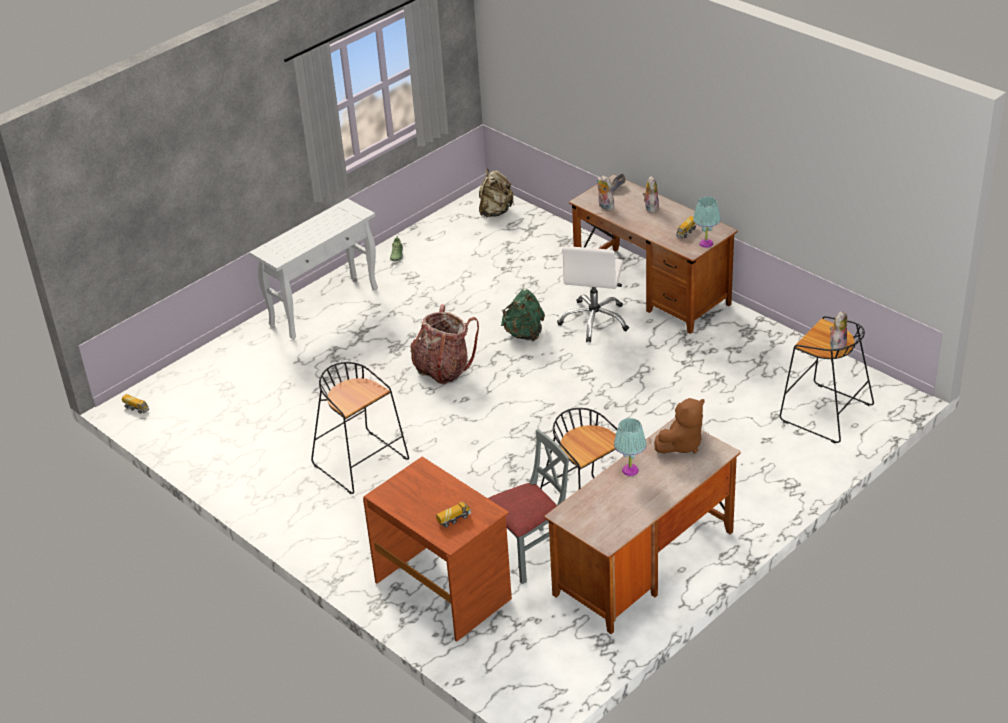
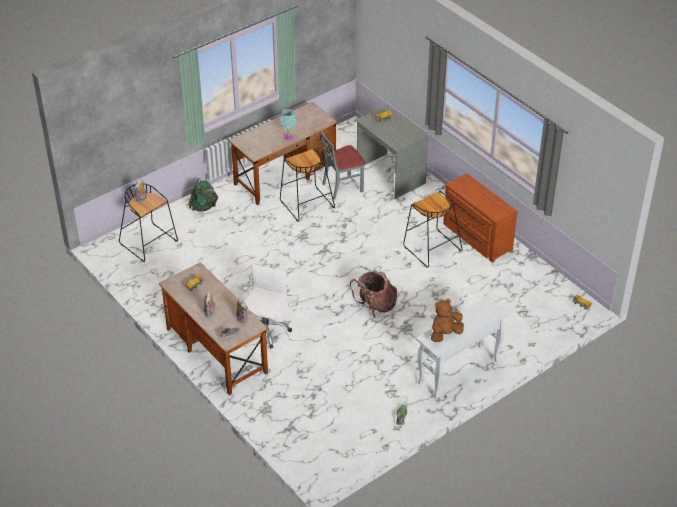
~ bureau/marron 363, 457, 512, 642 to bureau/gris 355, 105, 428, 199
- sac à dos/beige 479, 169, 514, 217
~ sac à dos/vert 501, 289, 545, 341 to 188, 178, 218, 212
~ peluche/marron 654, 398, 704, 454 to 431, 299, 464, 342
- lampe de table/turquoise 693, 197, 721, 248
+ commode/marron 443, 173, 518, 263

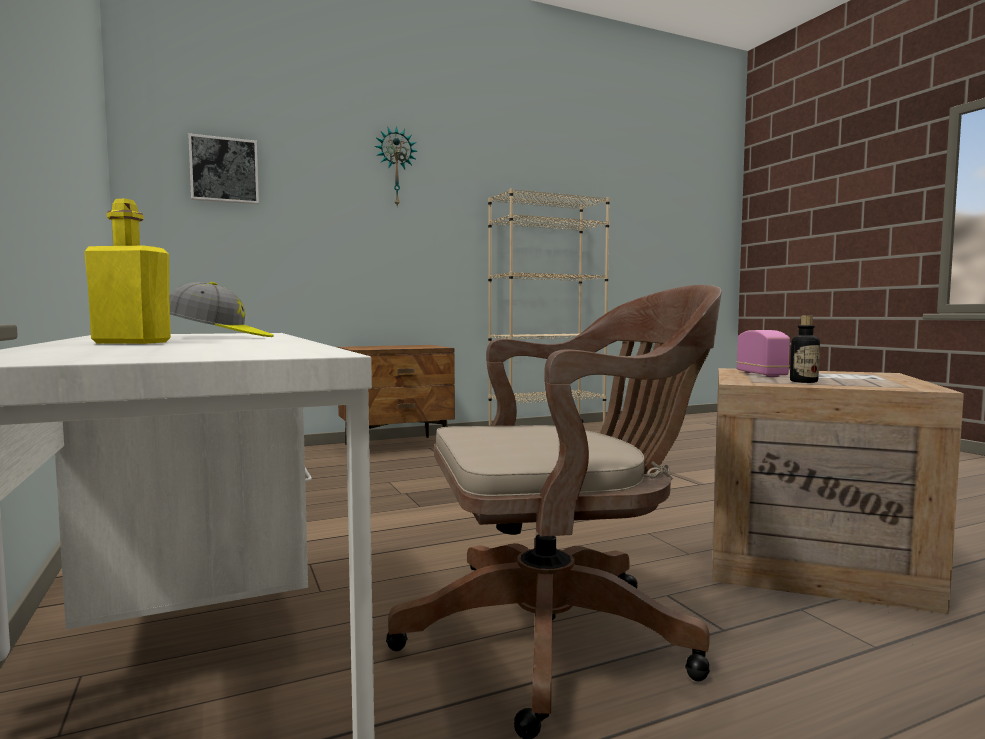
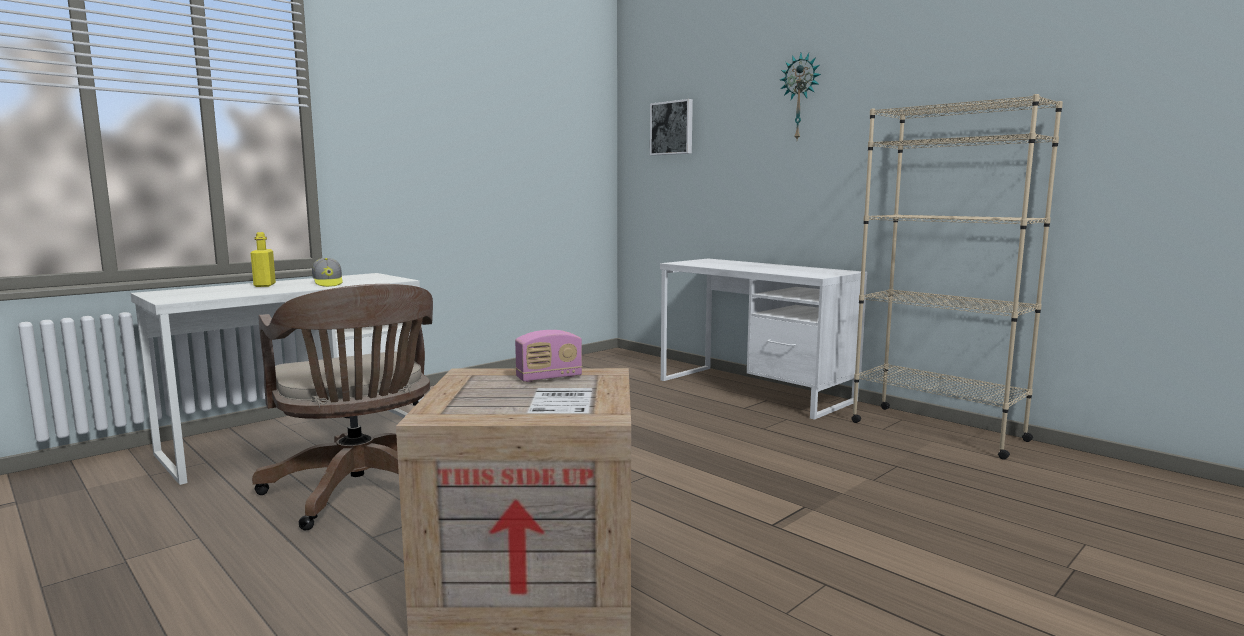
~ table de chevet/marron 337, 345, 455, 445 to bureau/blanc 660, 259, 867, 420
- bouteille 790, 316, 820, 383

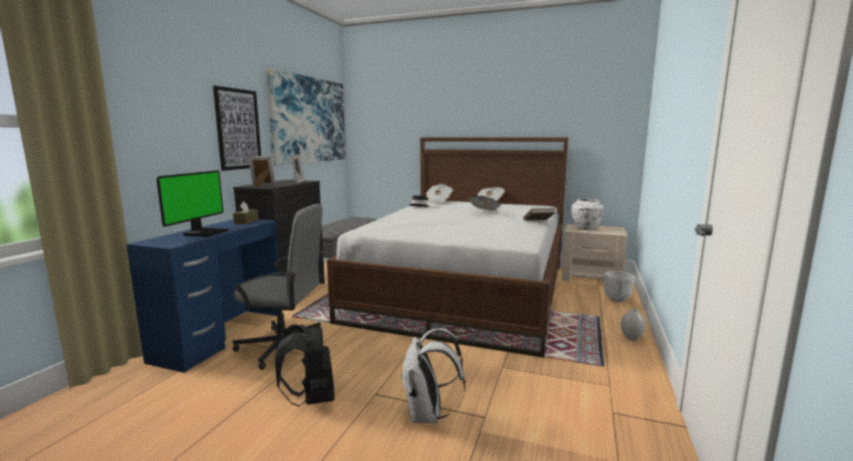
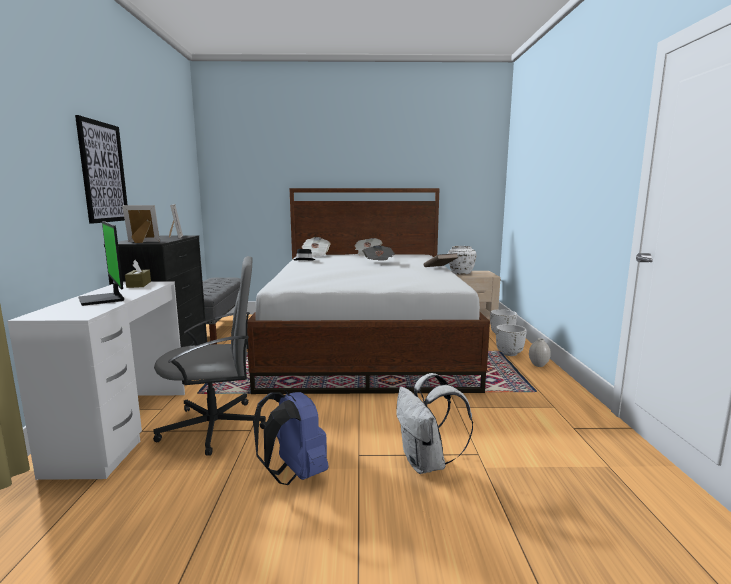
~ bureau/bleu 126, 219, 279, 373 to bureau/blanc 7, 281, 185, 480
~ écran d'ordinateur 156, 170, 228, 237 = 78, 221, 124, 306 150 degrees clockwise
- tableau 265, 68, 346, 165
~ sac à dos/noir 274, 324, 335, 406 to sac à dos/bleu 253, 391, 329, 485
+ cache-pot/blanc 496, 324, 527, 356

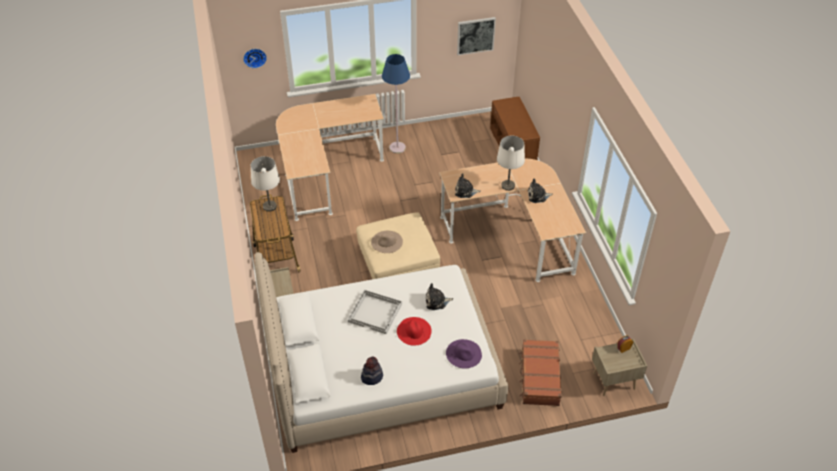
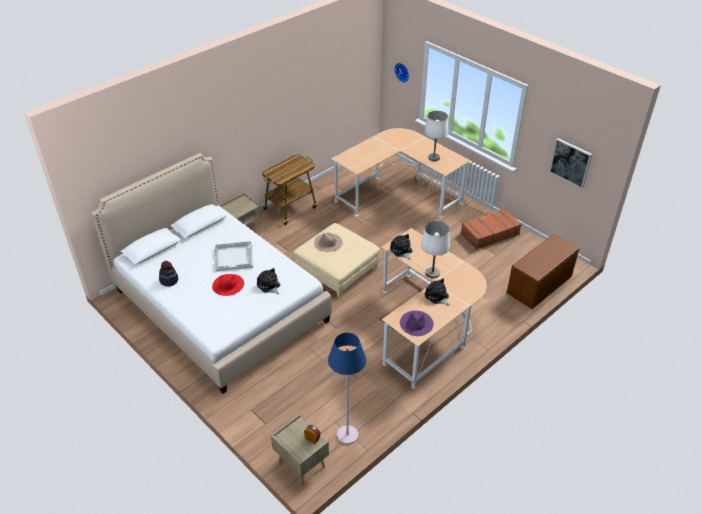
~ lampe de table/blanc 251, 156, 280, 212 to 424, 111, 448, 161
~ lampadaire/bleu 382, 54, 410, 154 to 328, 333, 366, 445
~ chapeau/violet 446, 339, 482, 368 to 400, 311, 434, 336
~ valise/marron 519, 339, 562, 406 to 461, 209, 522, 250

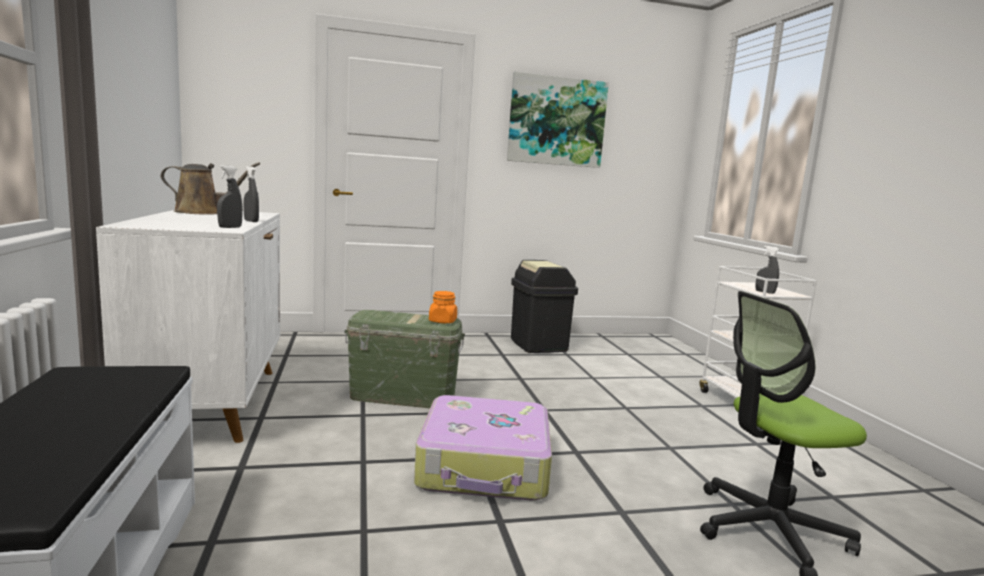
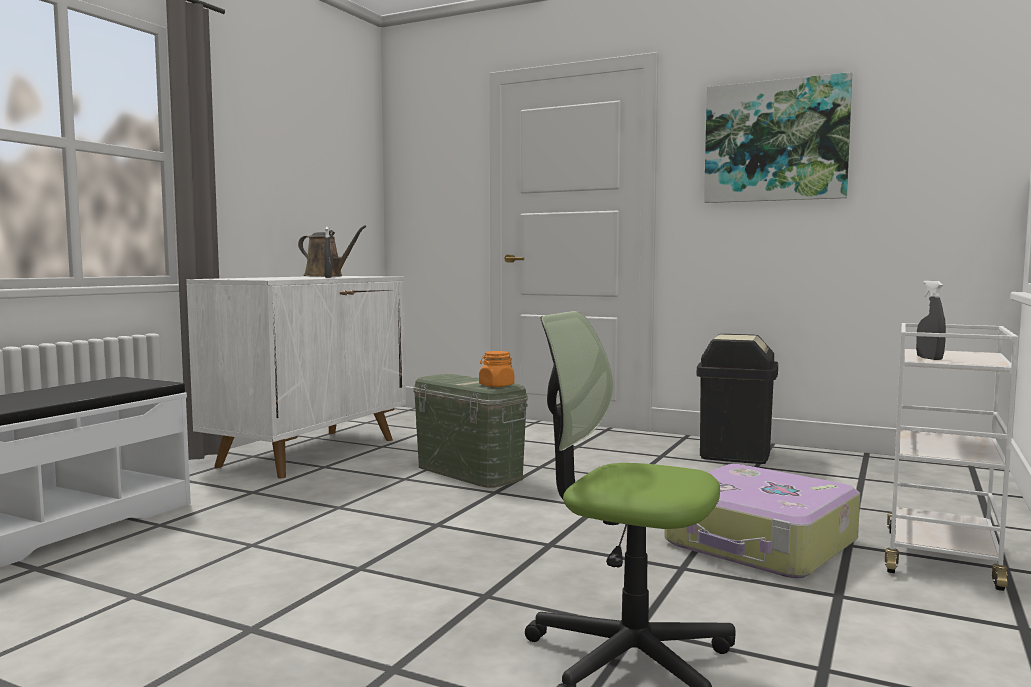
- vaporisateur/gris 217, 165, 243, 228
~ valise 414, 395, 552, 501 to 664, 464, 860, 578

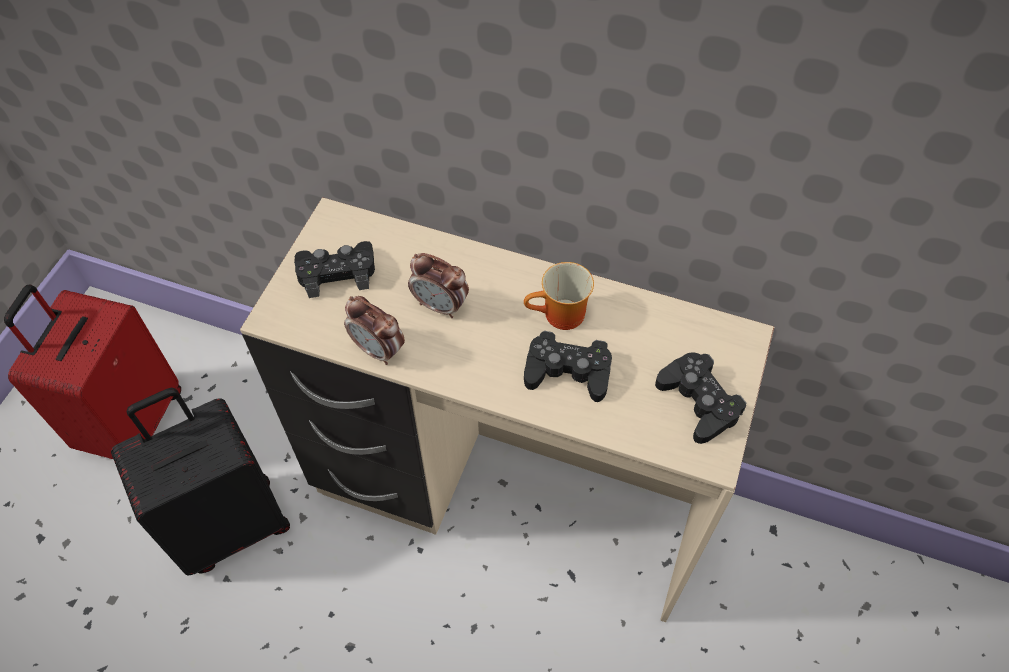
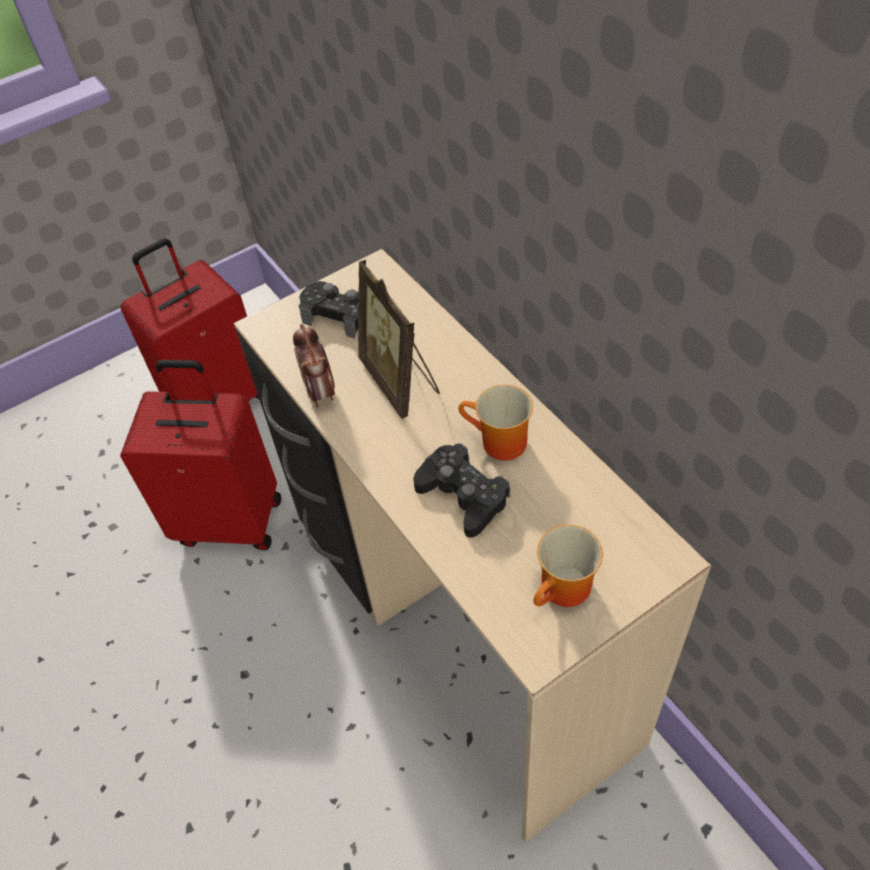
~ valise/noir 111, 387, 290, 575 to valise/rouge 120, 360, 281, 550
~ réveil 408, 253, 469, 318 to cadre photo 358, 260, 440, 419
~ manette/noir 655, 352, 746, 444 to mug 533, 525, 603, 607

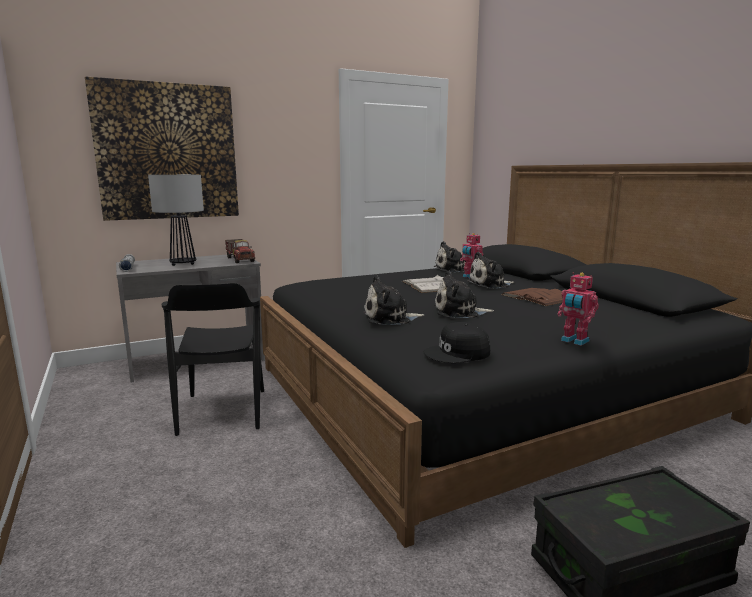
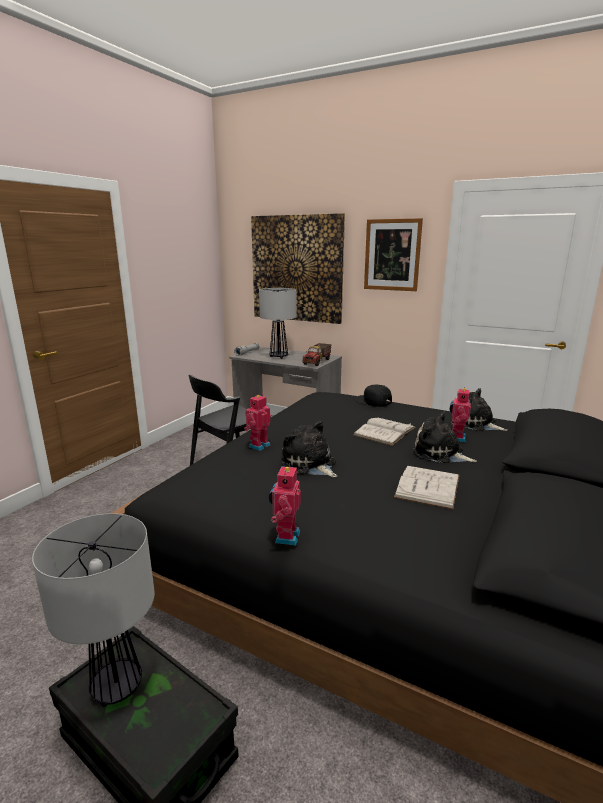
~ peluche 363, 275, 424, 325 to robot jouet 244, 394, 271, 451
~ casquette/noir 424, 322, 490, 363 to 355, 385, 392, 407
~ livre/marron 501, 288, 563, 306 to livre/blanc 394, 466, 459, 509
+ lampe de table 32, 513, 155, 707
+ tableau 364, 218, 423, 291

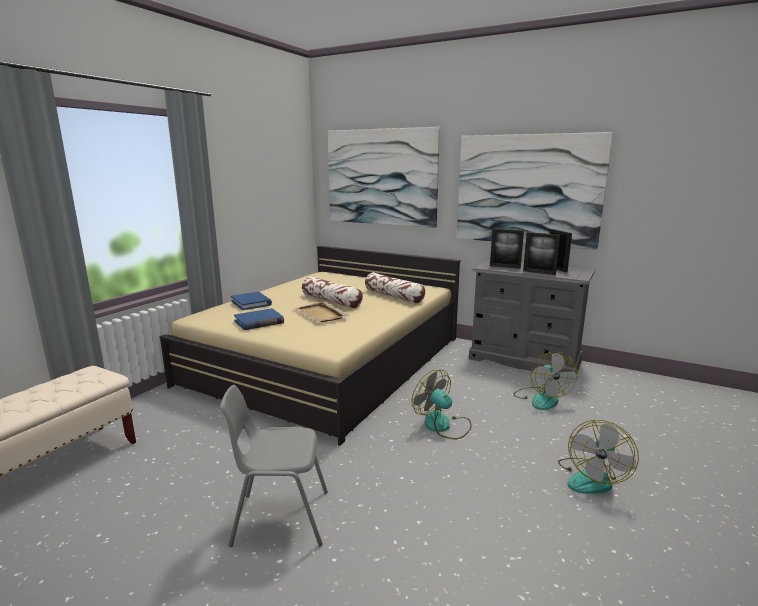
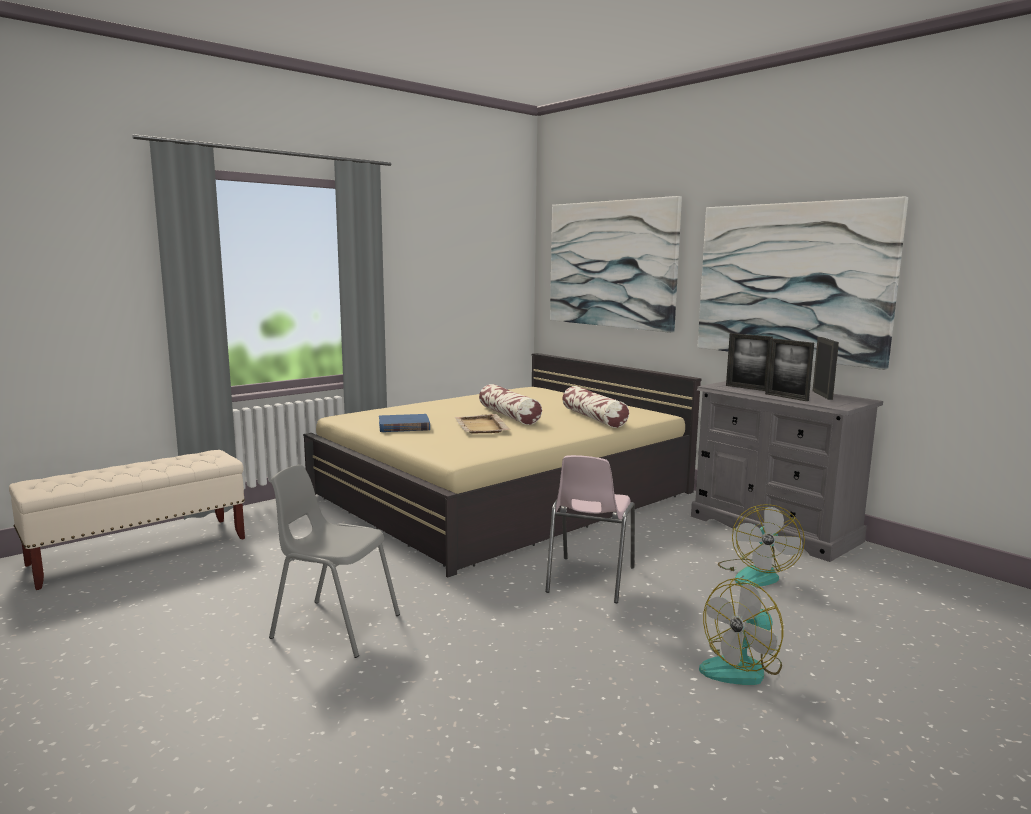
- livre/bleu 231, 292, 272, 310
~ ventilateur 412, 370, 472, 440 to chaise/rose 545, 455, 635, 603

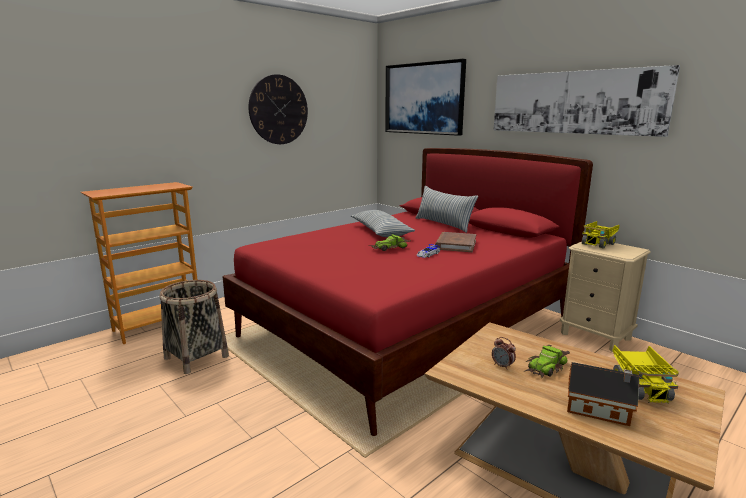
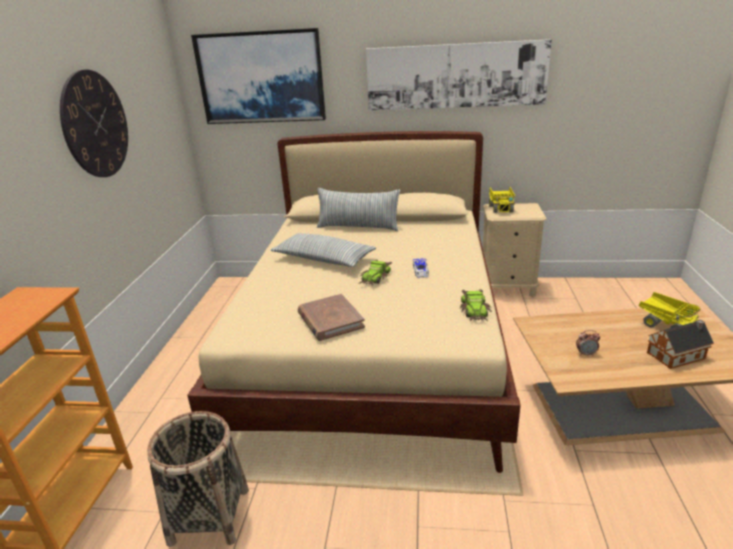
~ lit/rouge 222, 148, 593, 436 to lit/beige 187, 131, 521, 473
~ livre/marron 435, 232, 476, 252 to 298, 294, 365, 341
~ petite voiture 524, 345, 570, 379 to 460, 289, 492, 322

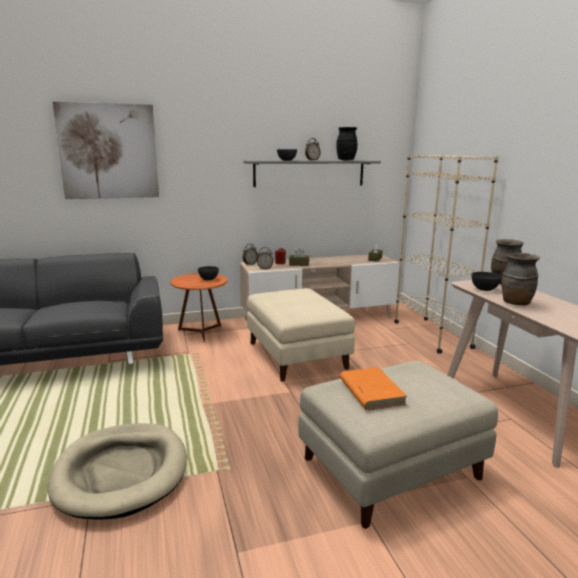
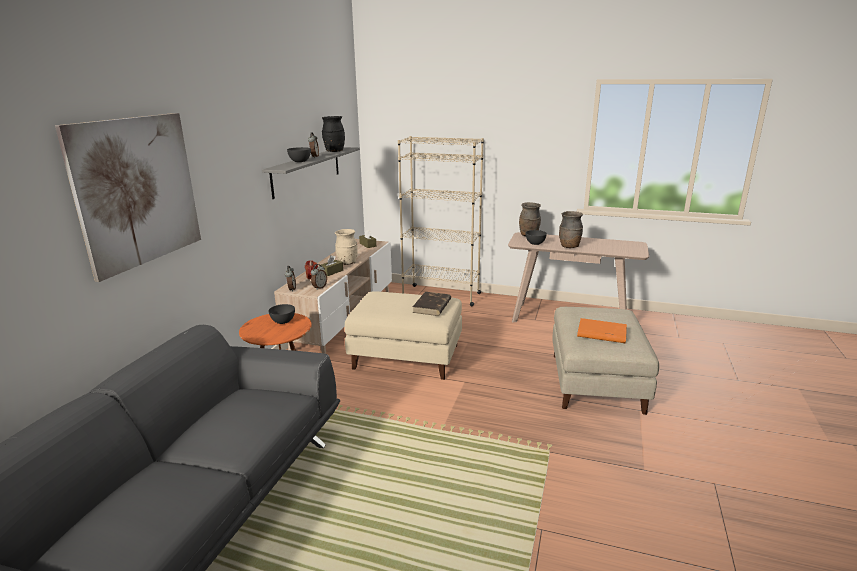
- panier pour chien/beige 48, 423, 187, 520
+ vase/beige 335, 229, 358, 265
+ livre/marron 413, 292, 451, 316

